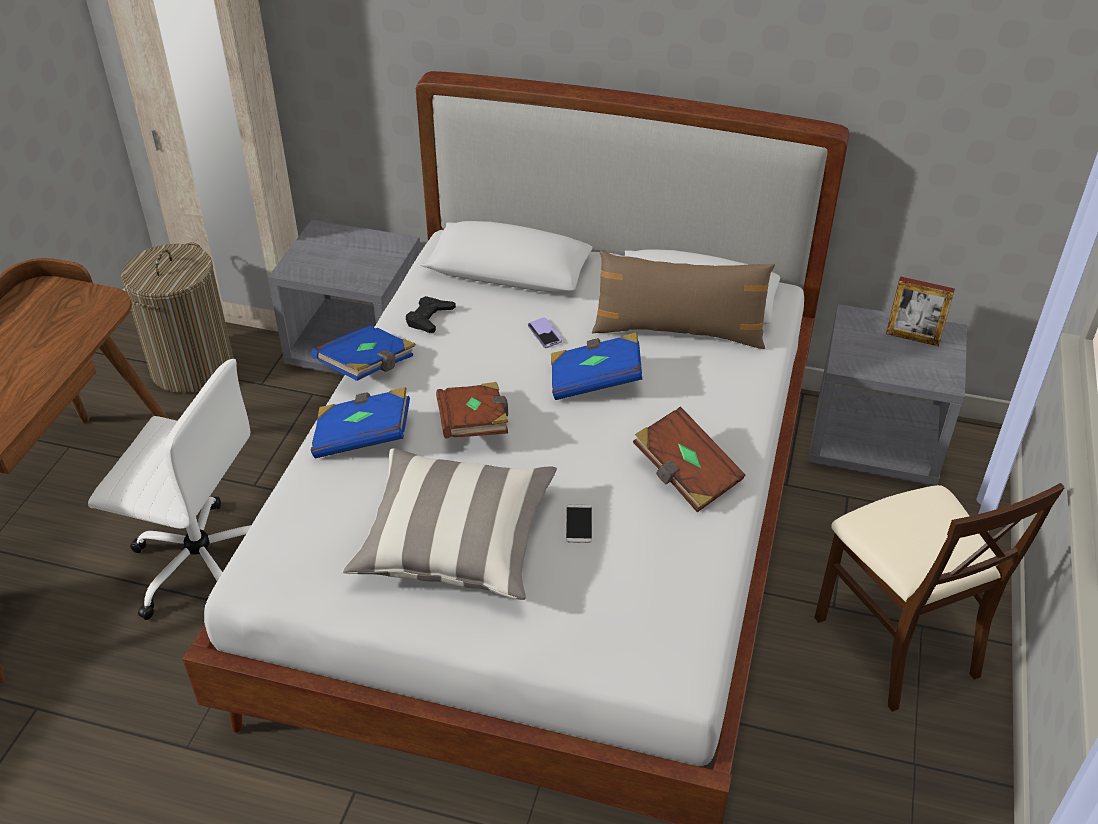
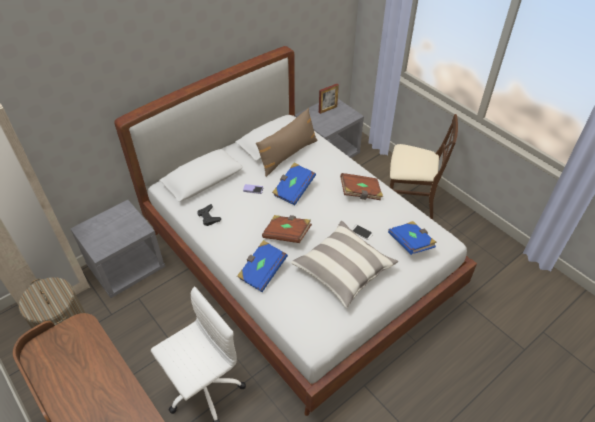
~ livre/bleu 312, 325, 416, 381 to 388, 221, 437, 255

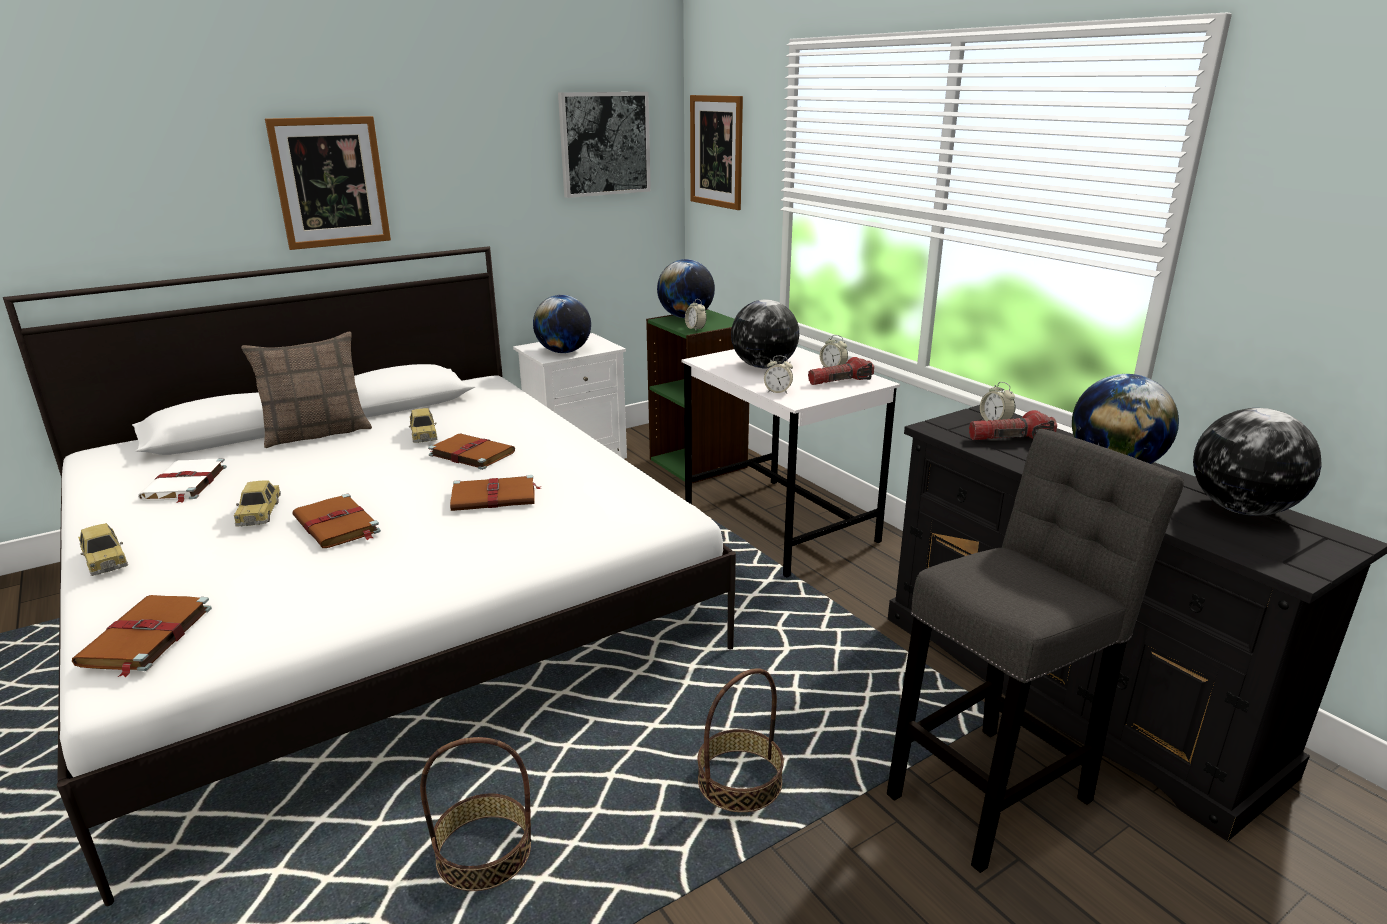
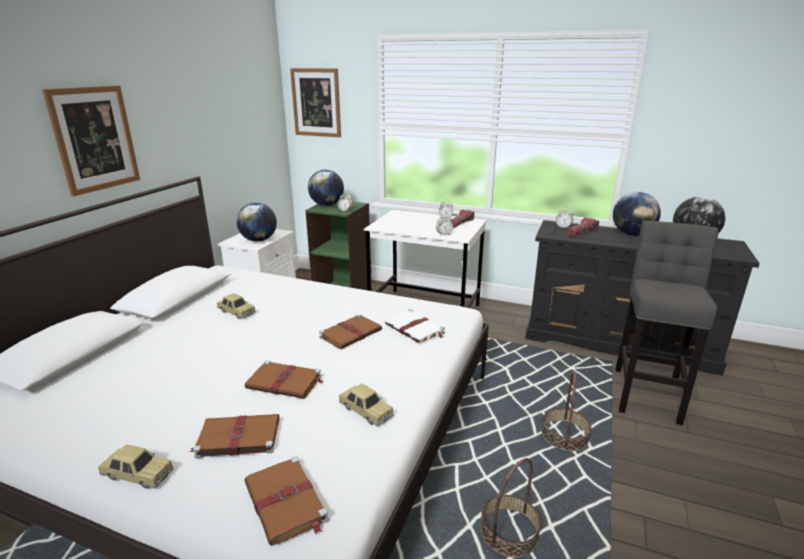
~ livre/blanc 138, 458, 227, 503 to 385, 309, 445, 344
~ petite voiture 234, 481, 281, 527 to 339, 384, 394, 426
- coussin 241, 332, 372, 448
~ livre/marron 428, 434, 515, 470 to 190, 414, 279, 458
- tableau 558, 92, 651, 198
- globe 731, 299, 799, 368

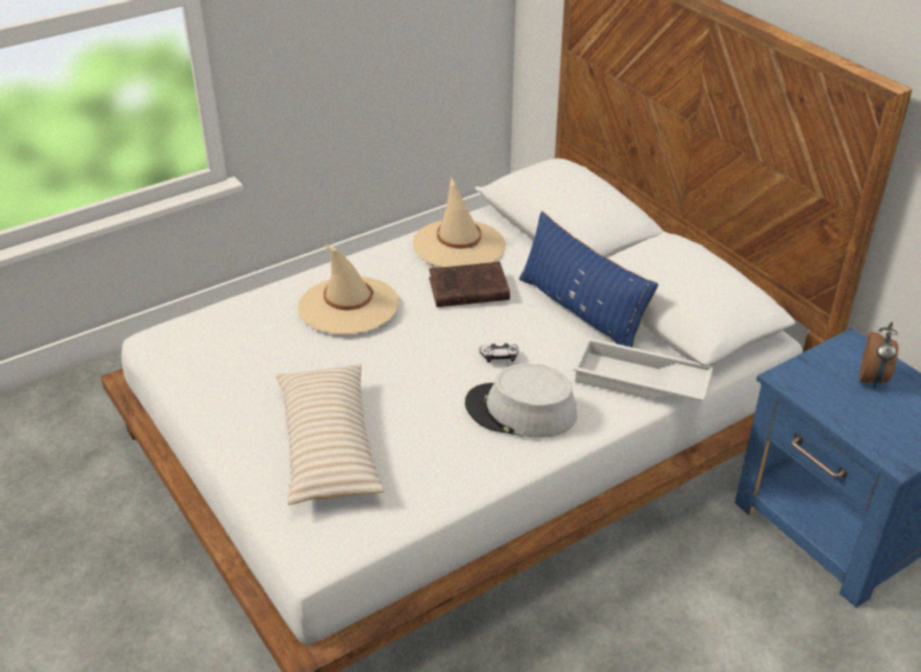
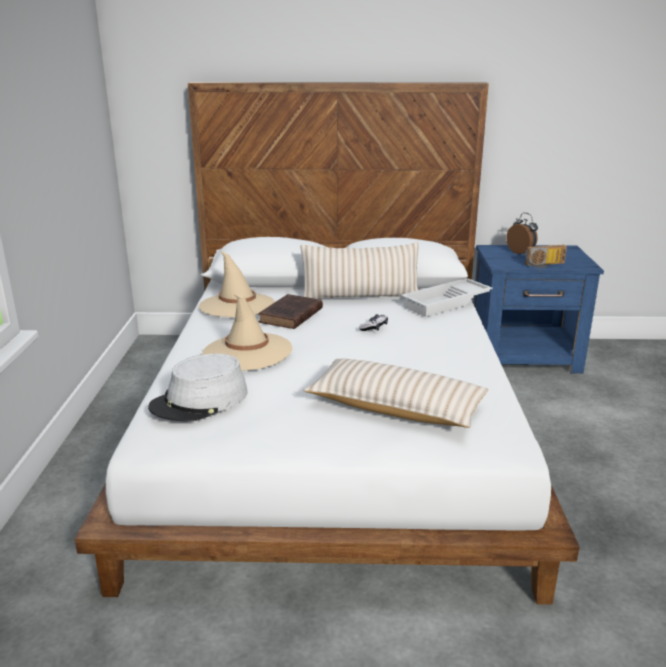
~ chapeau/gris 465, 364, 577, 438 to 148, 354, 248, 422
~ coussin/bleu 519, 211, 658, 348 to coussin/beige 300, 243, 419, 299
+ radio 525, 245, 567, 268

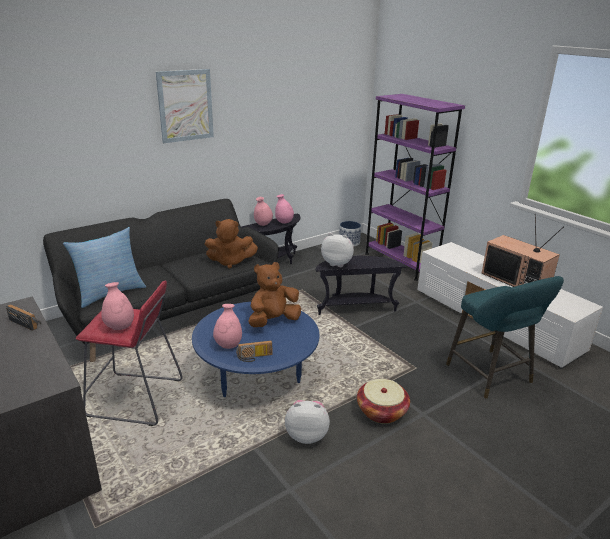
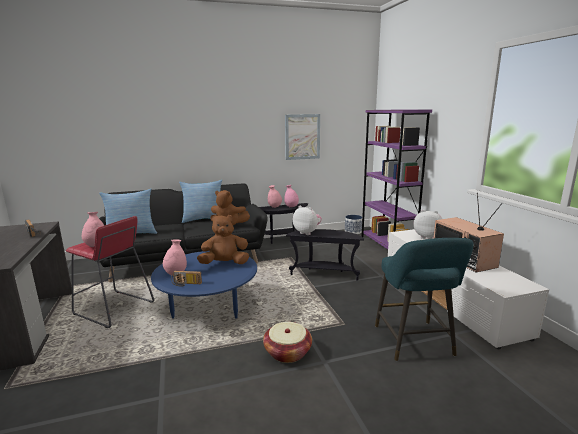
~ tableau 156, 69, 214, 143 to 285, 114, 320, 160
~ peluche 285, 400, 330, 444 to 414, 210, 442, 239
+ coussin 179, 180, 222, 223

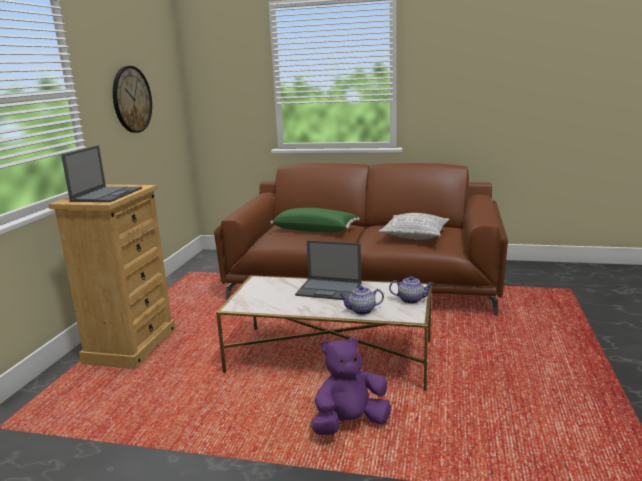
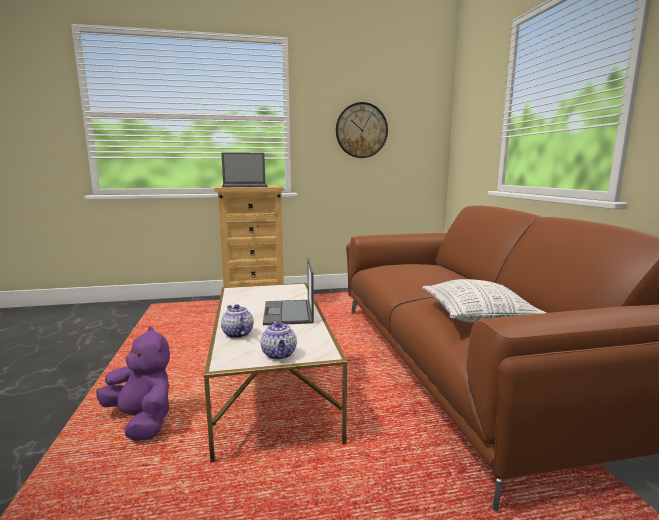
- coussin/vert 270, 208, 360, 232

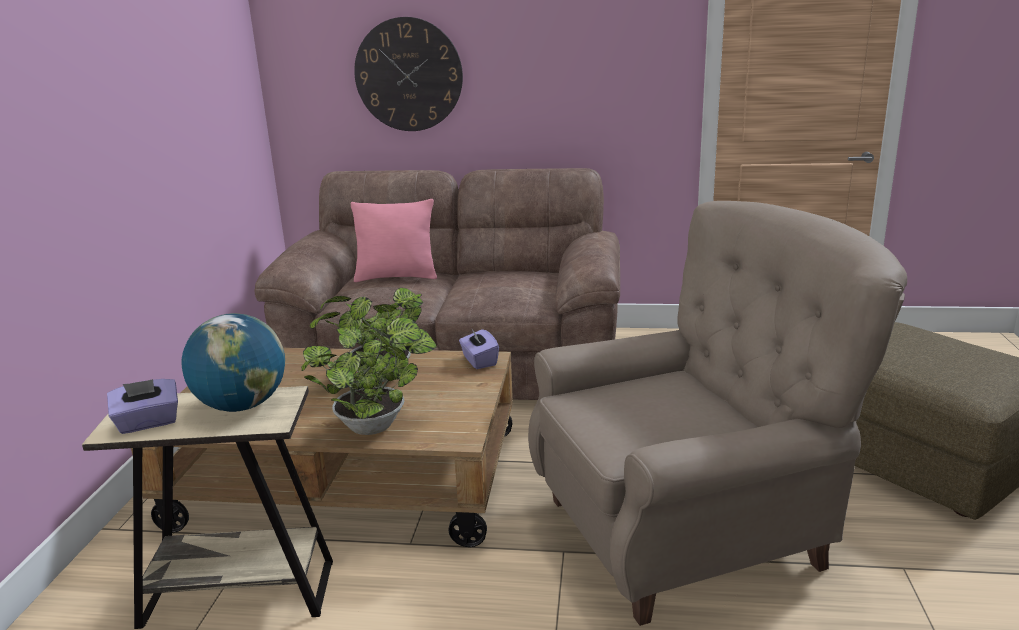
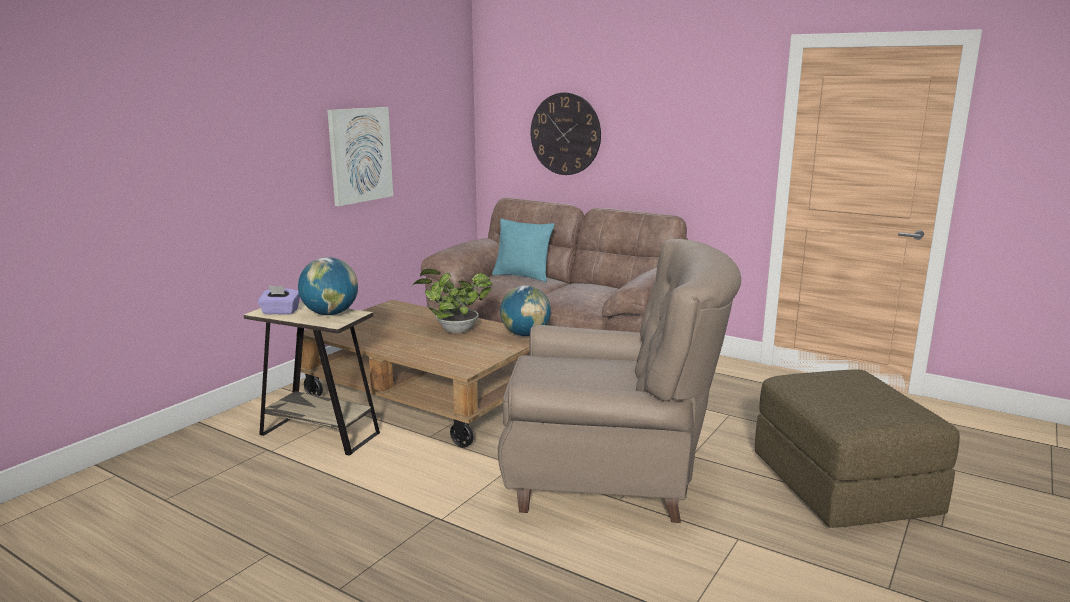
- plante en pot 301, 317, 437, 435
~ coussin/rose 351, 199, 437, 282 to coussin/turquoise 492, 219, 555, 282
~ boîte à mouchoirs/violet 459, 329, 499, 369 to globe 500, 285, 551, 336
+ tableau 327, 107, 393, 206

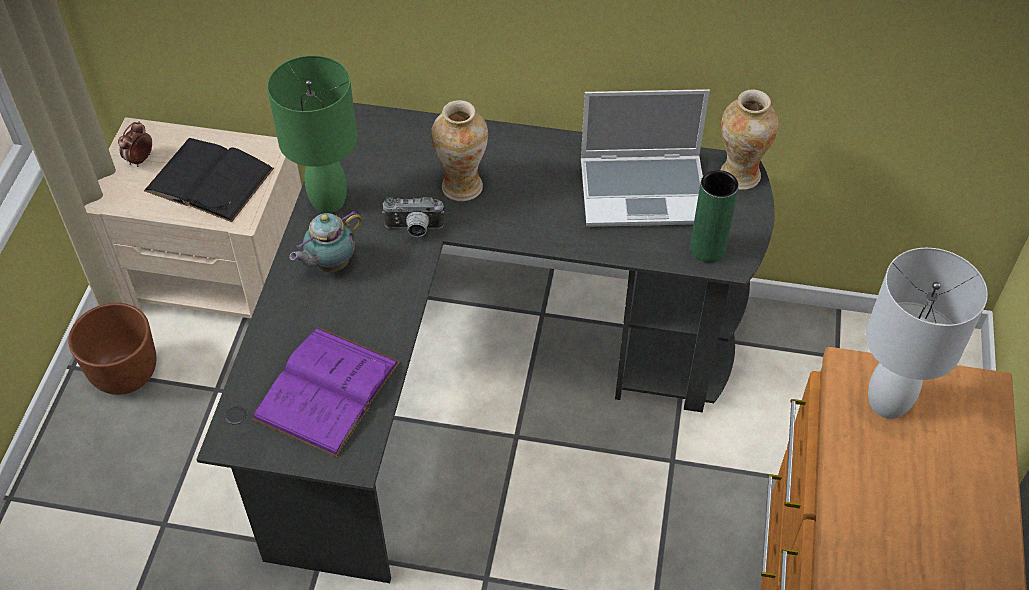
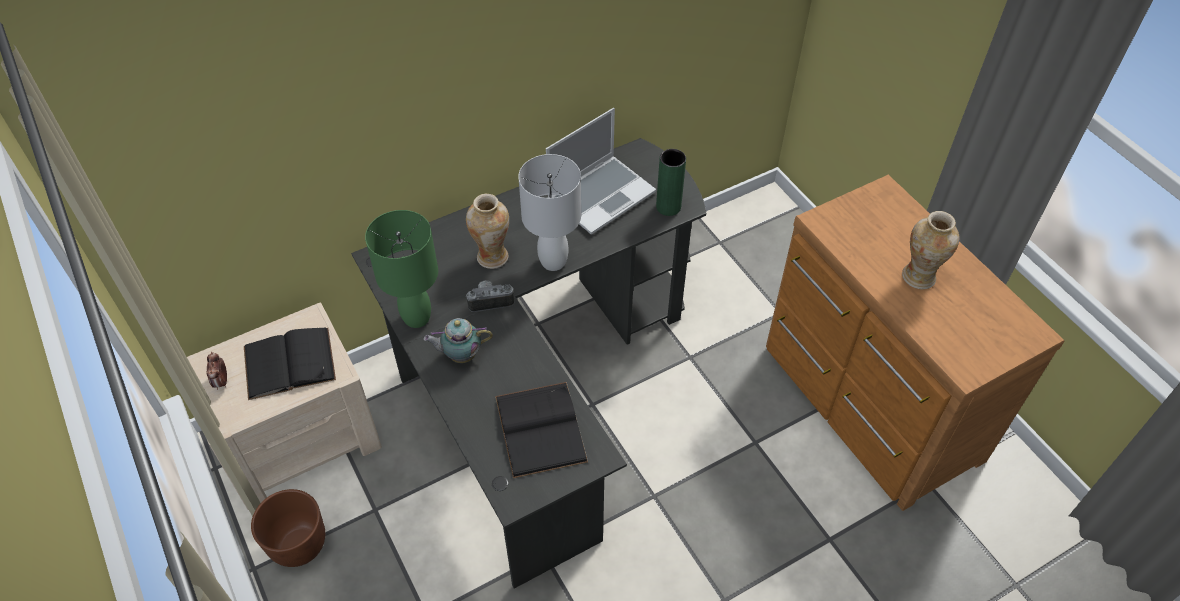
~ livre/violet 252, 327, 400, 457 to livre/noir 495, 382, 588, 479
~ théière 289, 210, 362, 272 = 424, 318, 493, 363 75 degrees clockwise
~ appareil photo 382, 197, 444, 237 = 466, 280, 515, 312 150 degrees counterclockwise
~ vase 720, 90, 779, 190 to 902, 211, 960, 289
~ lampe de table/blanc 866, 248, 988, 419 to 518, 154, 581, 271

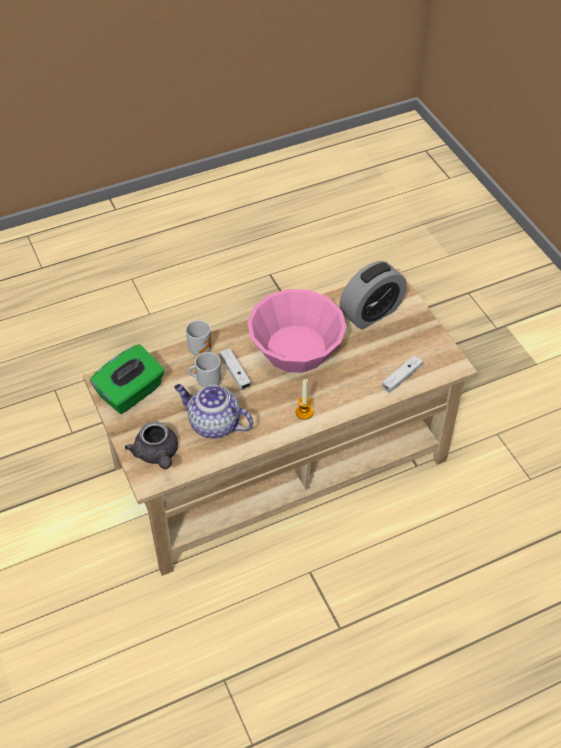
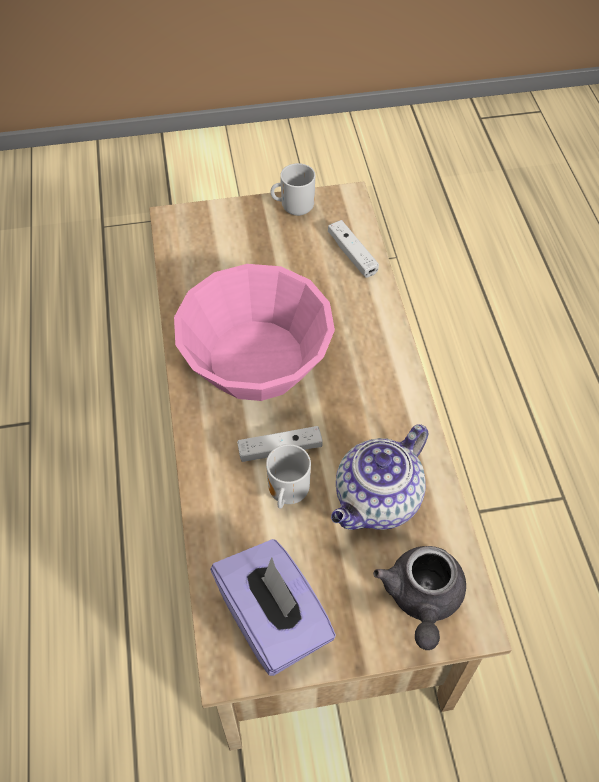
~ boîte à mouchoirs/vert 90, 344, 165, 414 to boîte à mouchoirs/violet 210, 539, 336, 676
~ théière/gris 125, 421, 178, 469 = 373, 546, 466, 650 105 degrees clockwise
~ mug 186, 320, 211, 356 to 270, 163, 315, 216
- bougie 296, 379, 313, 420
- réveil 340, 261, 407, 329

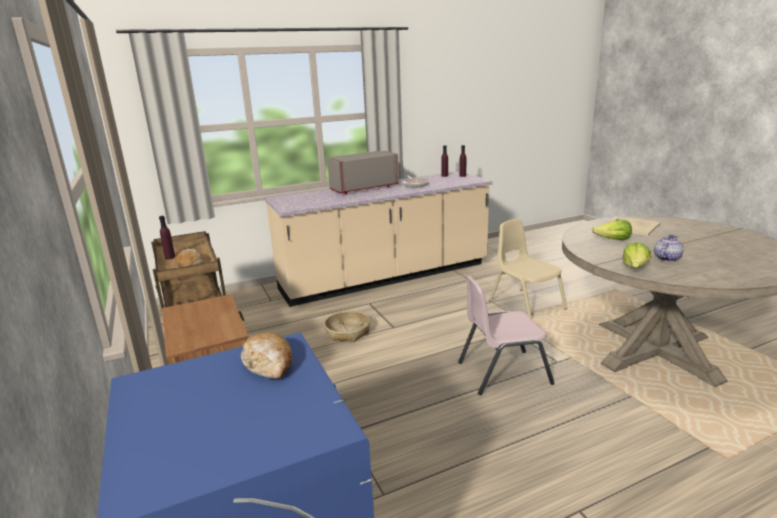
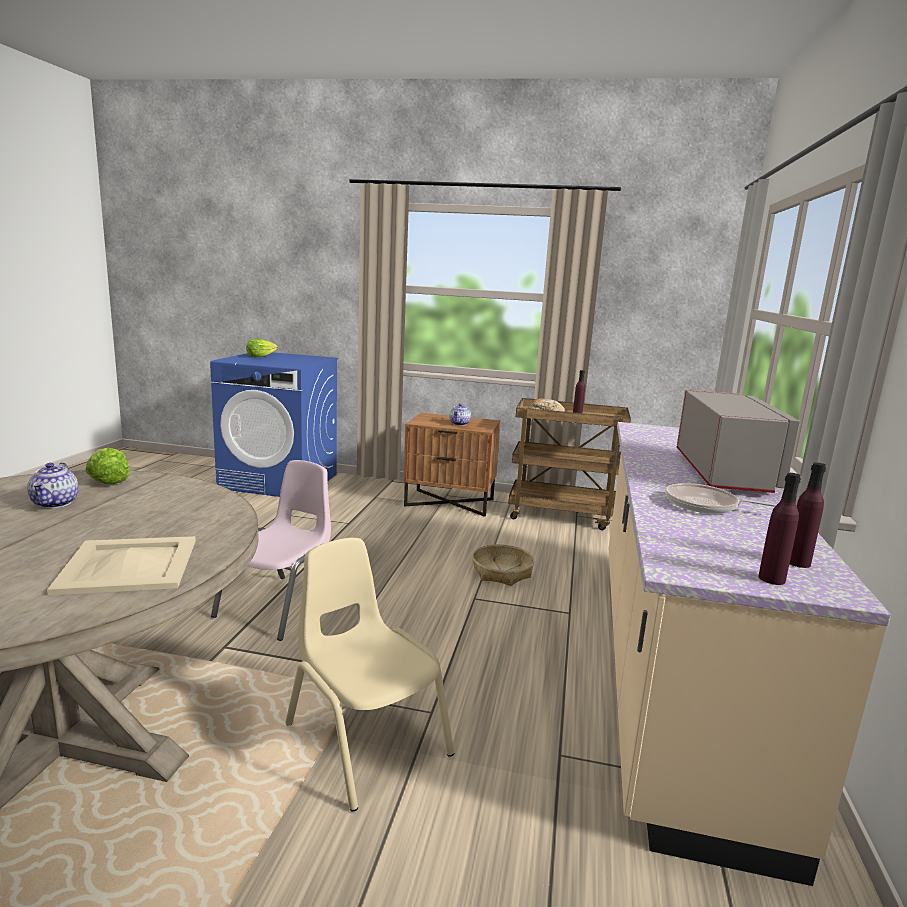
- pain 241, 332, 292, 379
~ chaise/beige 489, 219, 567, 319 = 285, 538, 454, 812 135 degrees counterclockwise
~ laitue 592, 220, 632, 240 to 246, 339, 278, 357
+ théière 450, 403, 471, 426

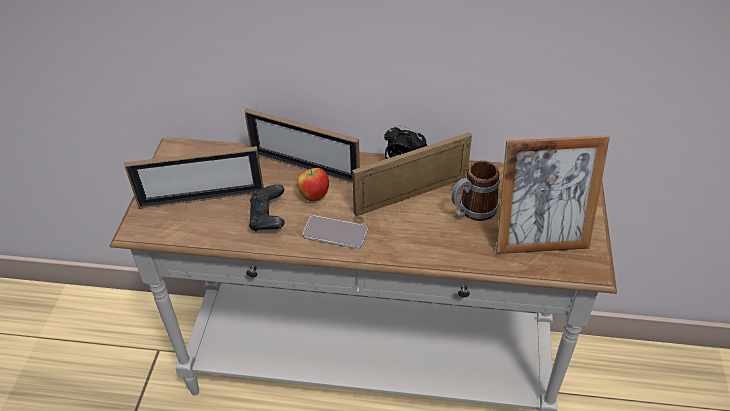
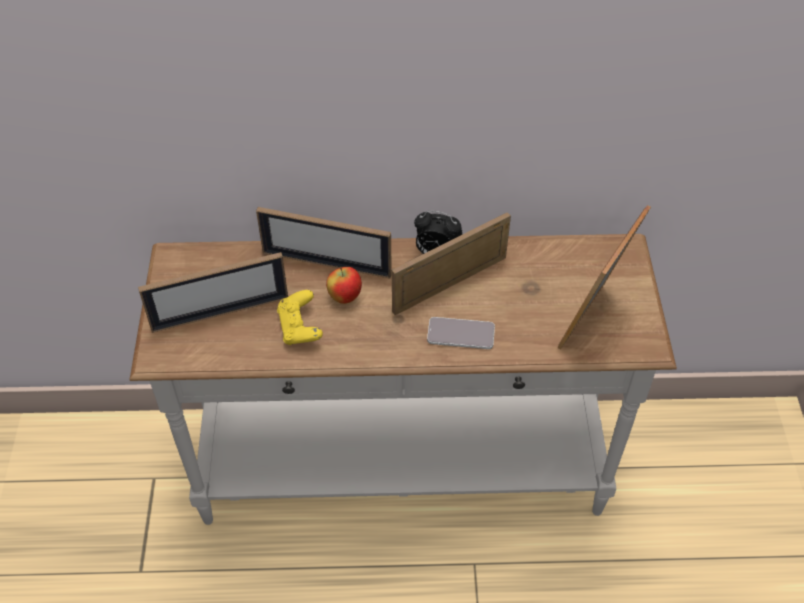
~ manette/noir 249, 184, 285, 231 to manette/jaune 277, 290, 323, 345
~ téléphone 303, 216, 368, 249 to 427, 317, 495, 349
- mug 451, 160, 500, 221
~ cadre photo 496, 135, 610, 254 = 557, 205, 651, 350 135 degrees clockwise

